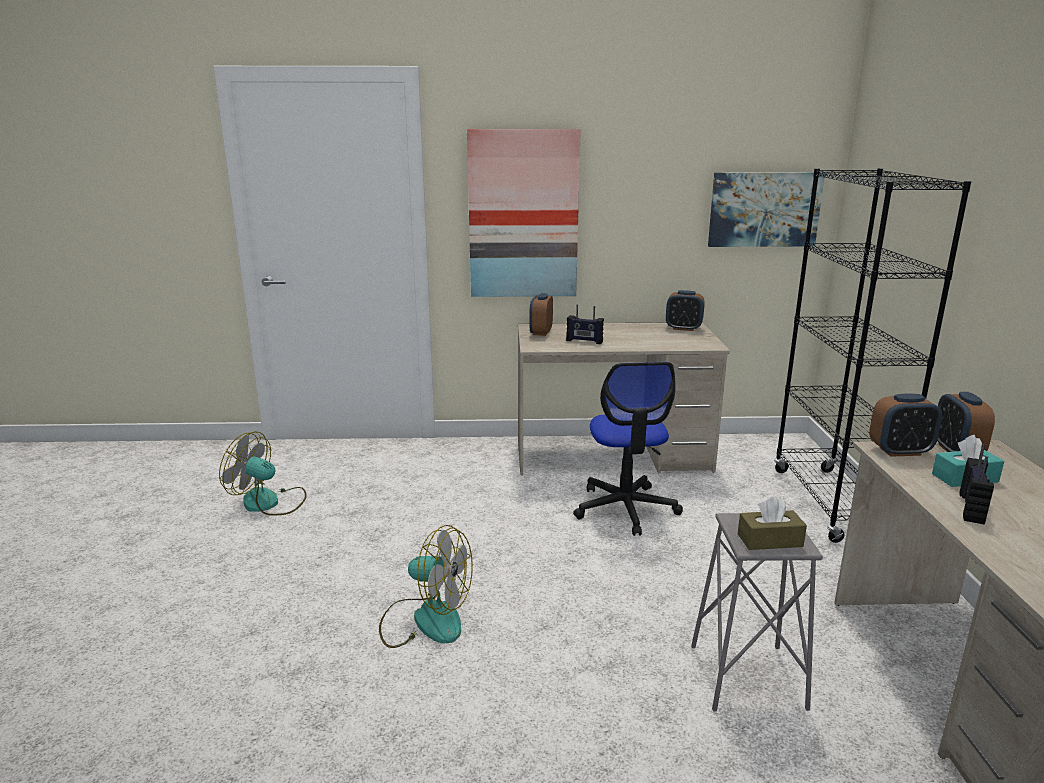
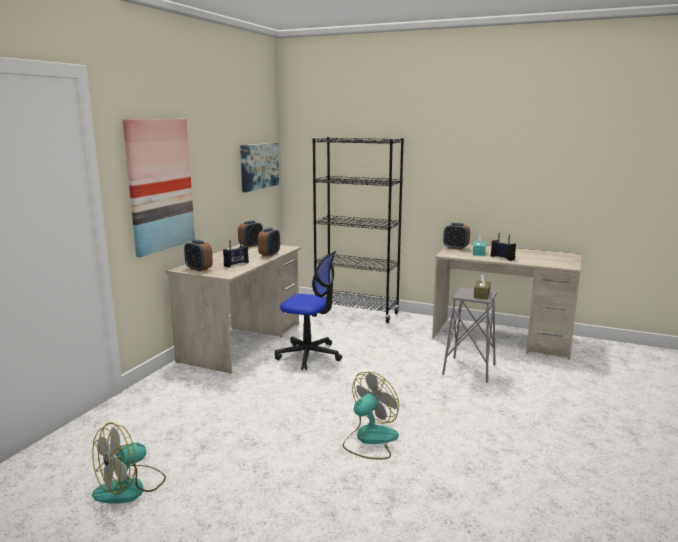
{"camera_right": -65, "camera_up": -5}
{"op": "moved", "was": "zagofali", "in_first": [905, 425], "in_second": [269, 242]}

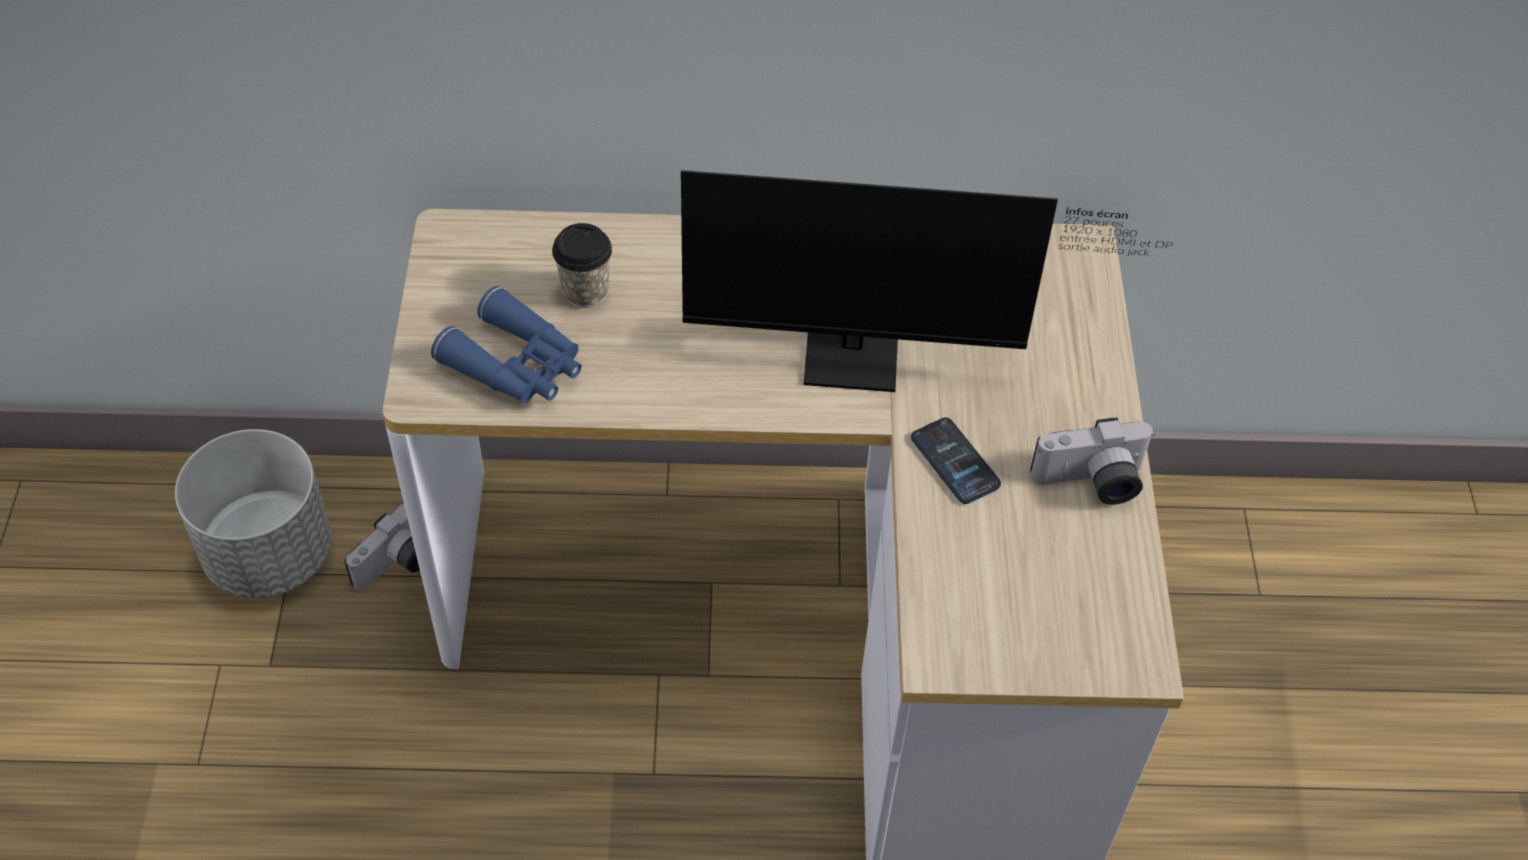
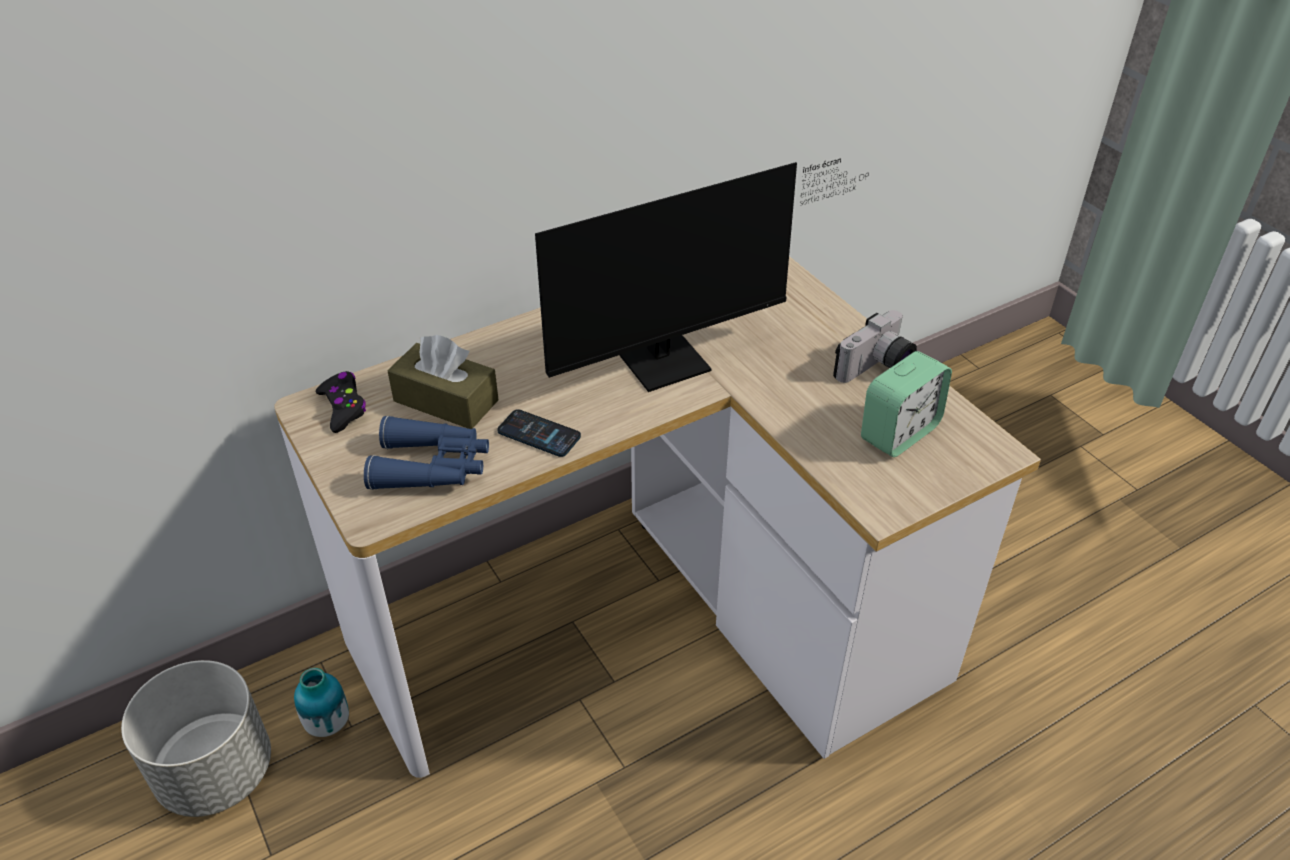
{"camera_right": -30, "camera_up": -10}
{"op": "replaced", "was": "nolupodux", "now": "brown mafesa", "in_first": [582, 265], "in_second": [442, 382]}
{"op": "moved", "was": "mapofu", "in_first": [956, 460], "in_second": [539, 433]}
{"op": "replaced", "was": "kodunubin", "now": "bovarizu", "in_first": [382, 547], "in_second": [321, 704]}
{"op": "added", "now": "zagofali", "in_second": [906, 404]}
{"op": "added", "now": "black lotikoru", "in_second": [341, 402]}

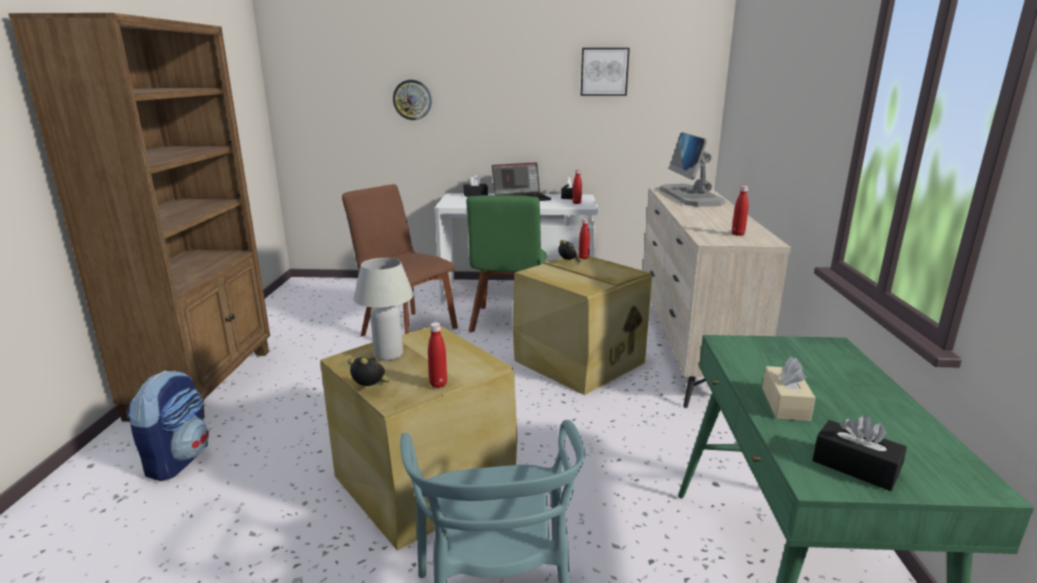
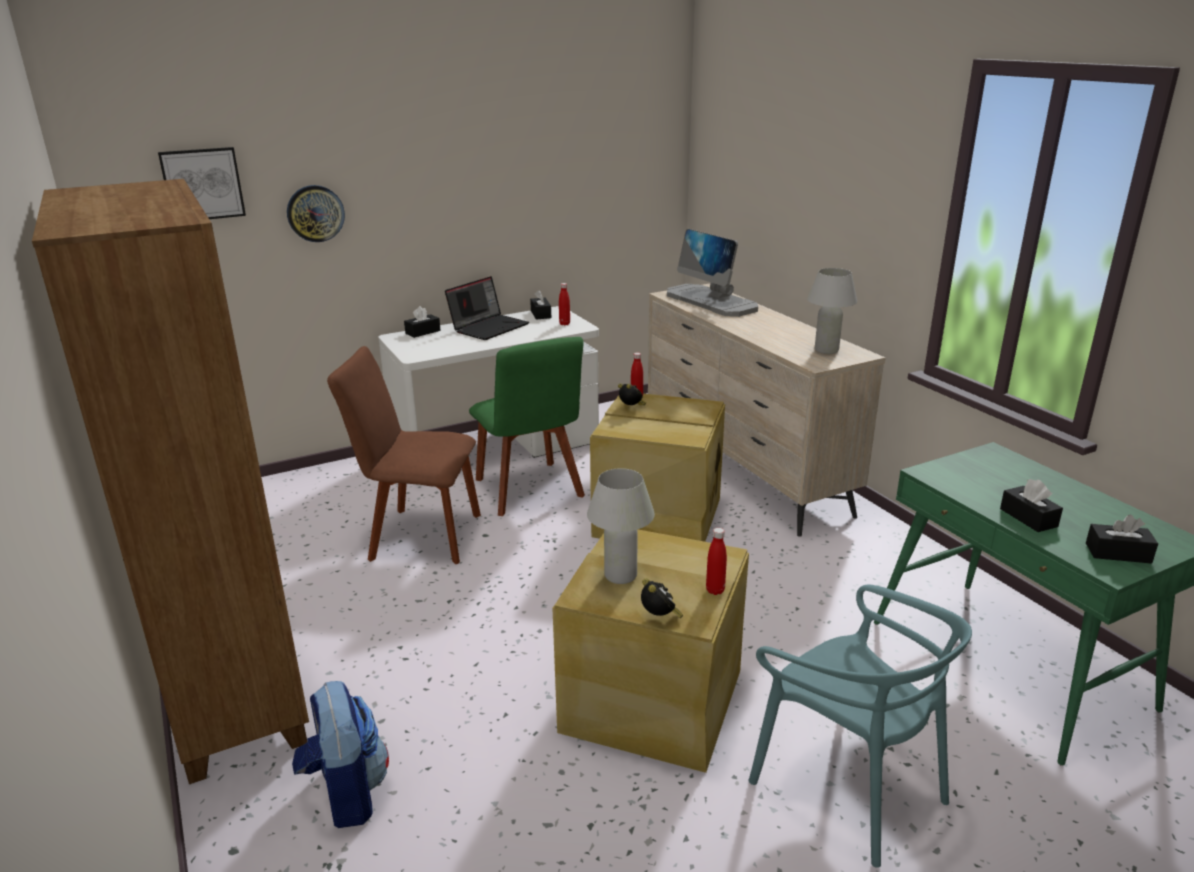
{"camera_right": -30, "camera_up": 5}
{"op": "moved", "was": "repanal", "in_first": [605, 72], "in_second": [202, 183]}
{"op": "replaced", "was": "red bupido", "now": "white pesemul", "in_first": [740, 211], "in_second": [832, 311]}
{"op": "turned", "was": "zagofali", "in_first": [369, 371], "in_second": [662, 598], "clockwise": 75}
{"op": "recoloured", "was": "beige mafesa", "now": "black mafesa", "in_first": [788, 389], "in_second": [1031, 505]}

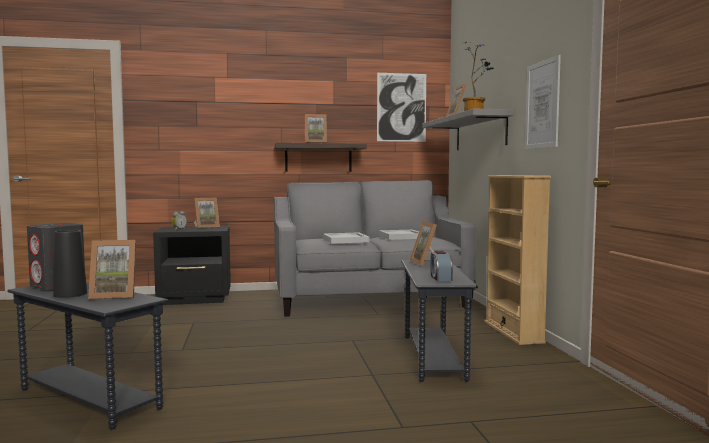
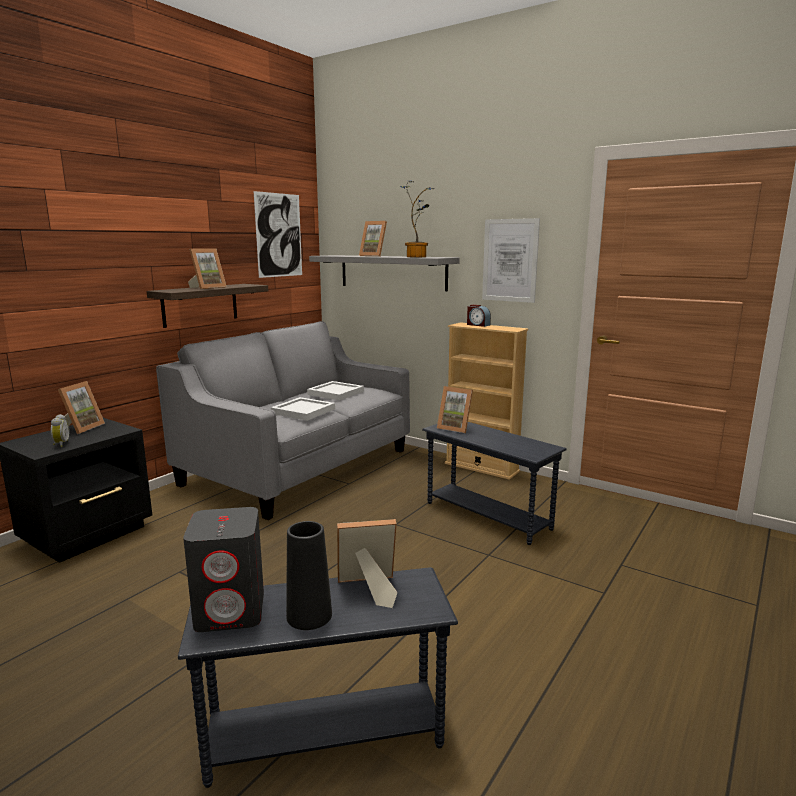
{"camera_right": -45, "camera_up": 10}
{"op": "turned", "was": "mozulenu", "in_first": [112, 269], "in_second": [367, 563], "clockwise": -135}
{"op": "moved", "was": "zagofali", "in_first": [442, 266], "in_second": [479, 316]}

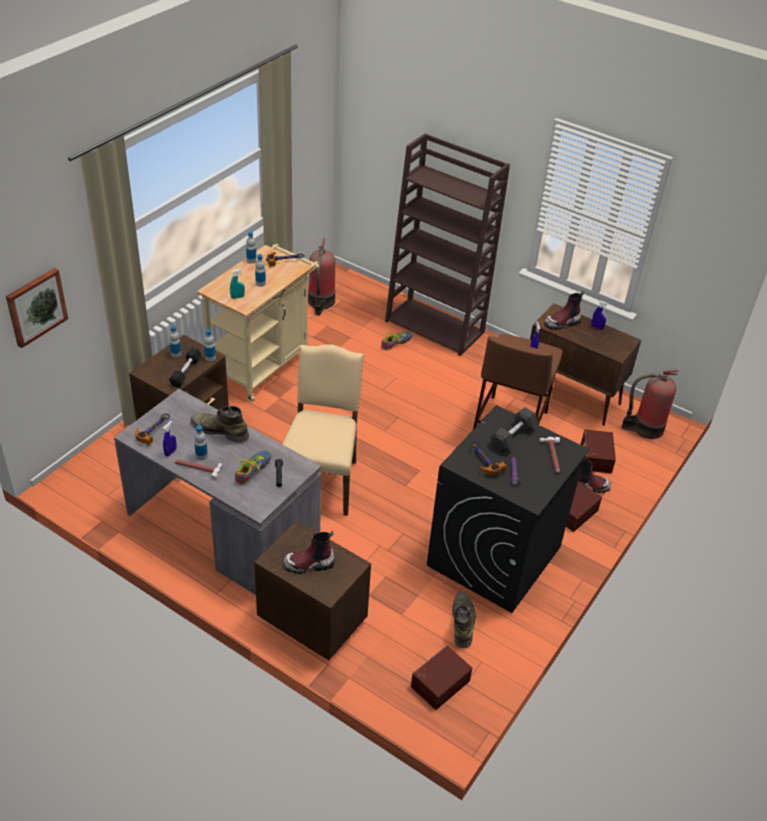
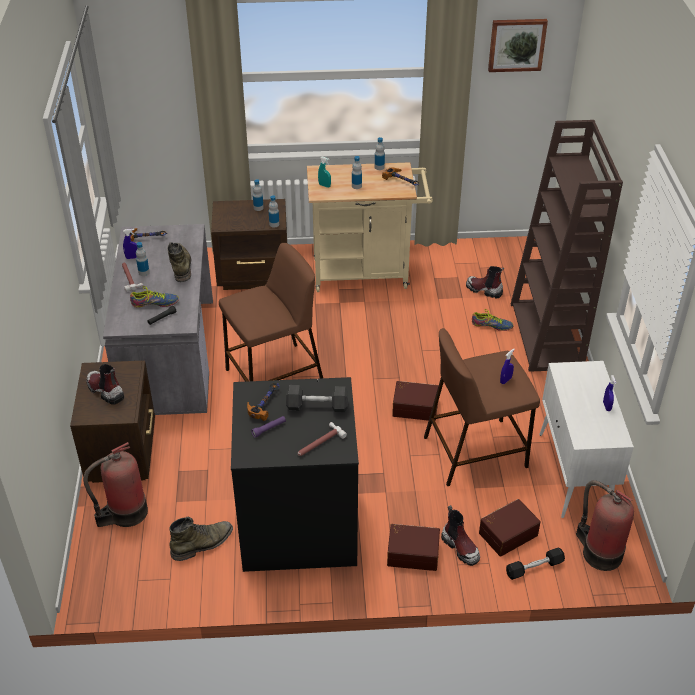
{"camera_right": 55, "camera_up": 0}
{"op": "moved", "was": "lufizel", "in_first": [321, 276], "in_second": [115, 484]}
{"op": "moved", "was": "repanal", "in_first": [37, 308], "in_second": [518, 45]}
{"op": "moved", "was": "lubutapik", "in_first": [564, 310], "in_second": [485, 282]}
{"op": "recoloured", "was": "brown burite", "now": "white burite", "in_first": [585, 364], "in_second": [586, 439]}
{"op": "replaced", "was": "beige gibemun", "now": "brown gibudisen", "in_first": [323, 430], "in_second": [271, 312]}
{"op": "moved", "was": "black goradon", "in_first": [185, 367], "in_second": [535, 564]}
{"op": "moved", "was": "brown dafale", "in_first": [441, 678], "in_second": [415, 401]}

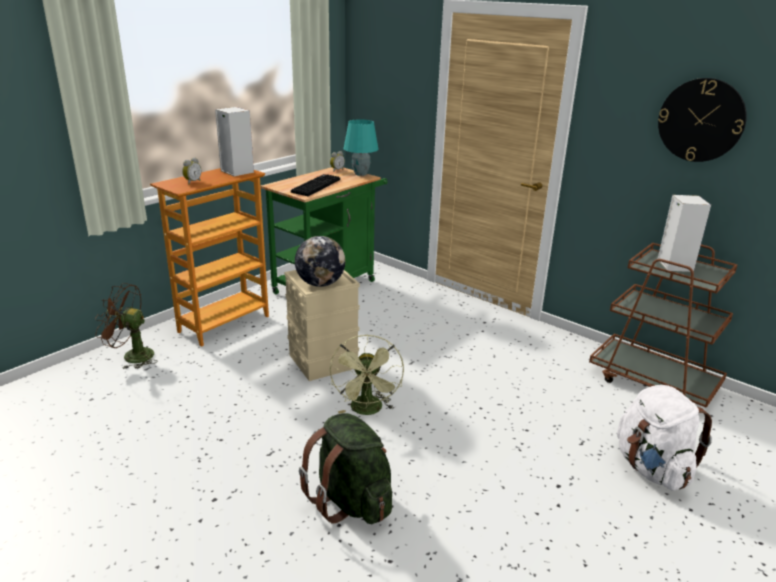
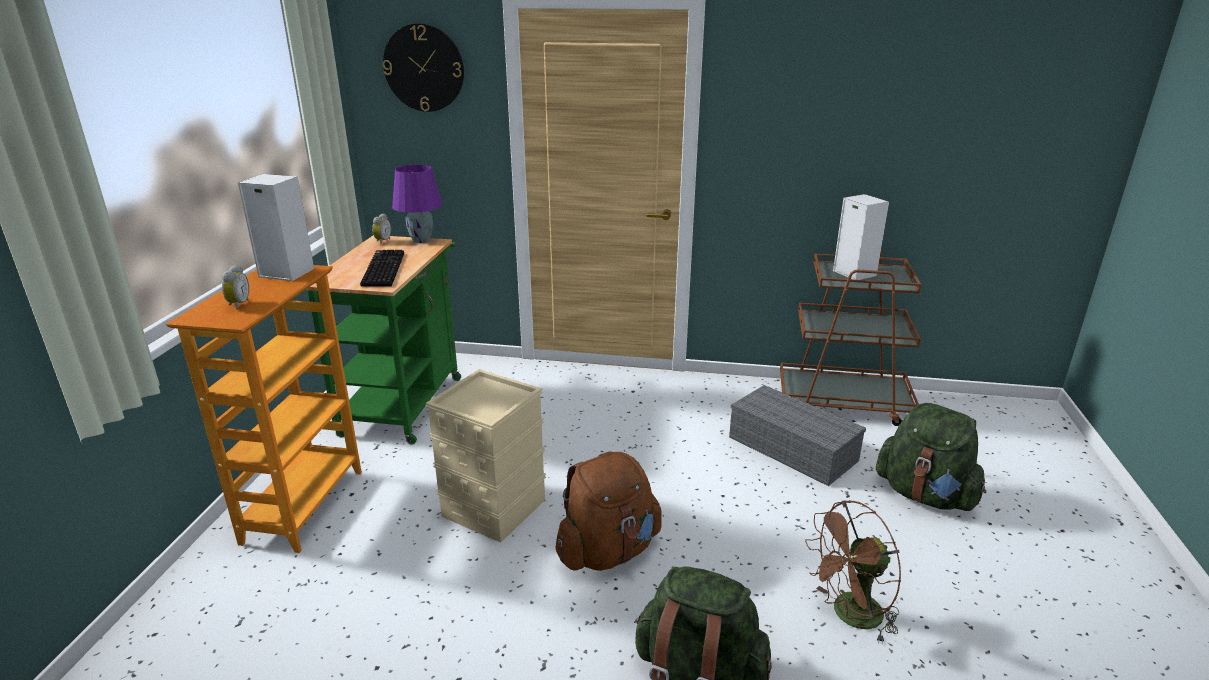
{"camera_right": -30, "camera_up": 0}
{"op": "moved", "was": "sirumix", "in_first": [702, 120], "in_second": [423, 67]}
{"op": "recoloured", "was": "turquoise pesemul", "now": "purple pesemul", "in_first": [361, 147], "in_second": [417, 204]}
{"op": "removed", "was": "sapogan", "in_first": [320, 261]}
{"op": "moved", "was": "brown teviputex", "in_first": [126, 326], "in_second": [853, 572]}
{"op": "replaced", "was": "green teviputex", "now": "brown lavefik", "in_first": [367, 374], "in_second": [608, 511]}
{"op": "recoloured", "was": "white lavefik", "now": "green lavefik", "in_first": [664, 438], "in_second": [931, 457]}
{"op": "added", "now": "grey dafale", "in_second": [797, 435]}

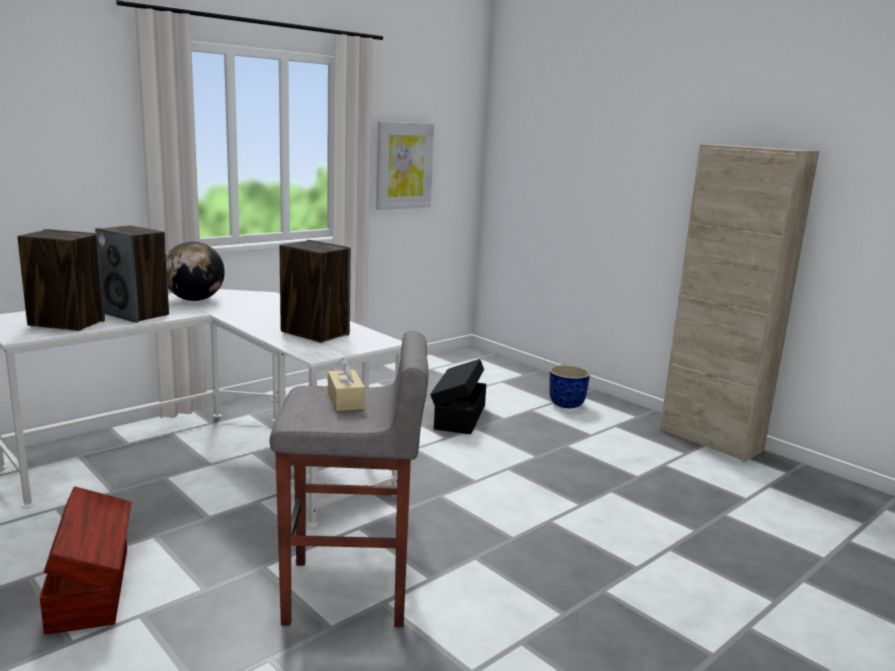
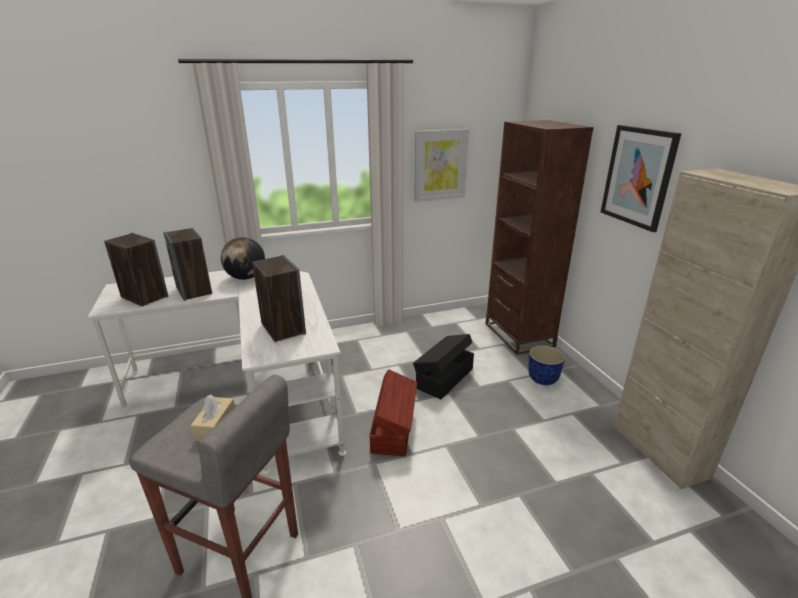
{"camera_right": 25, "camera_up": 10}
{"op": "moved", "was": "brown dafale", "in_first": [85, 560], "in_second": [393, 412]}
{"op": "added", "now": "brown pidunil", "in_second": [540, 237]}
{"op": "added", "now": "repanal", "in_second": [641, 178]}

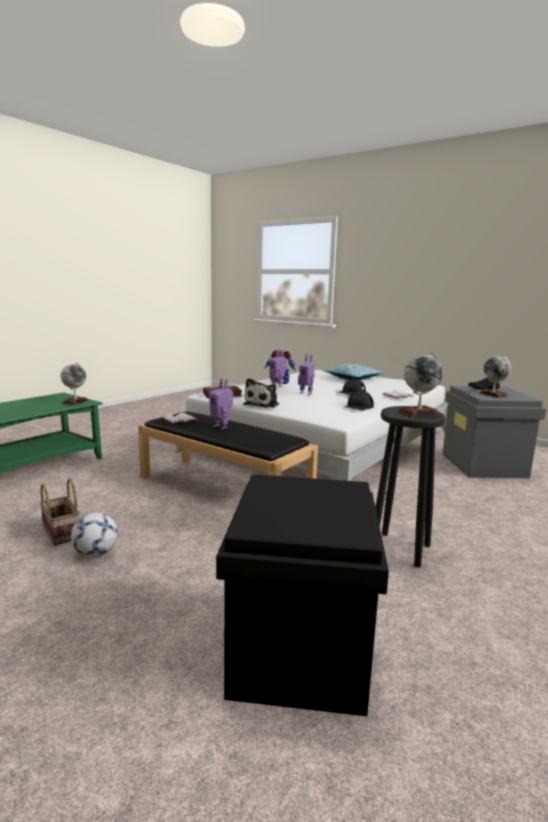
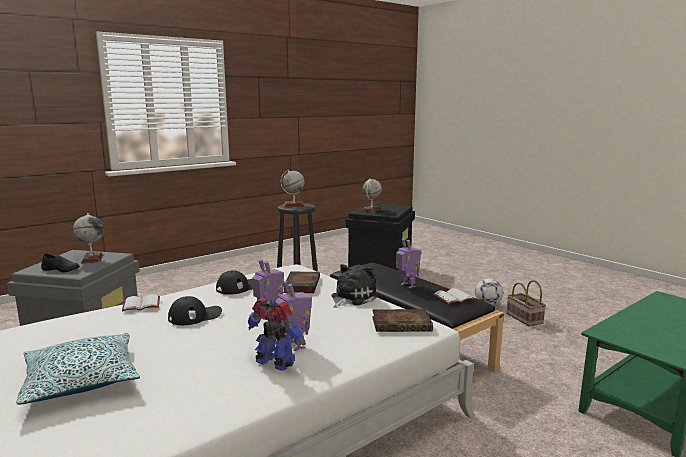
{"camera_right": -165, "camera_up": 0}
{"op": "moved", "was": "sapogan", "in_first": [75, 383], "in_second": [372, 195]}
{"op": "added", "now": "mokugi", "in_second": [301, 282]}

